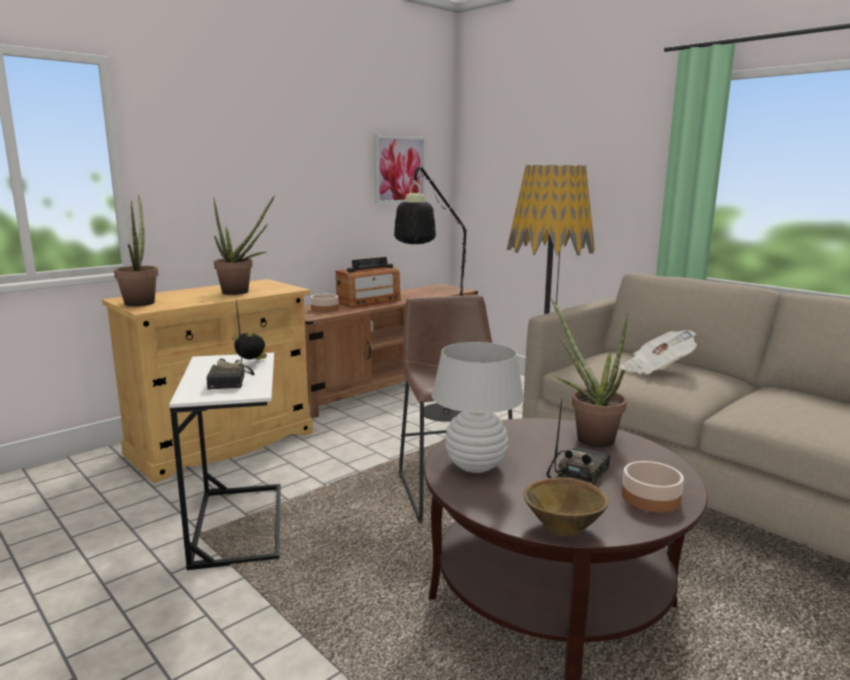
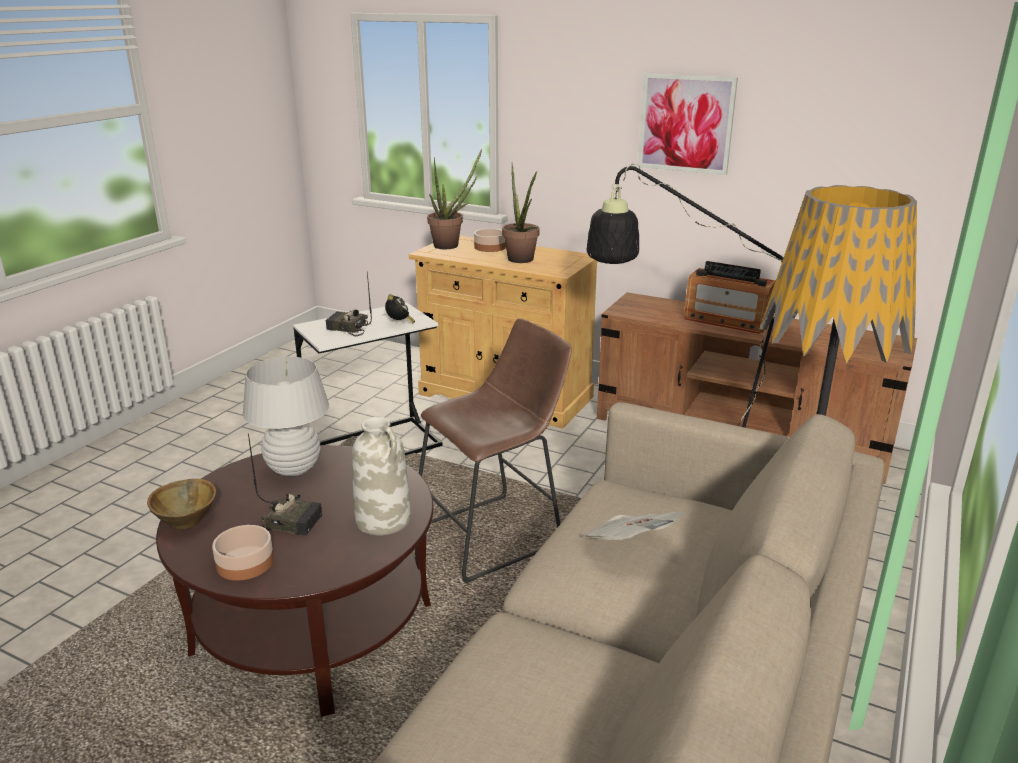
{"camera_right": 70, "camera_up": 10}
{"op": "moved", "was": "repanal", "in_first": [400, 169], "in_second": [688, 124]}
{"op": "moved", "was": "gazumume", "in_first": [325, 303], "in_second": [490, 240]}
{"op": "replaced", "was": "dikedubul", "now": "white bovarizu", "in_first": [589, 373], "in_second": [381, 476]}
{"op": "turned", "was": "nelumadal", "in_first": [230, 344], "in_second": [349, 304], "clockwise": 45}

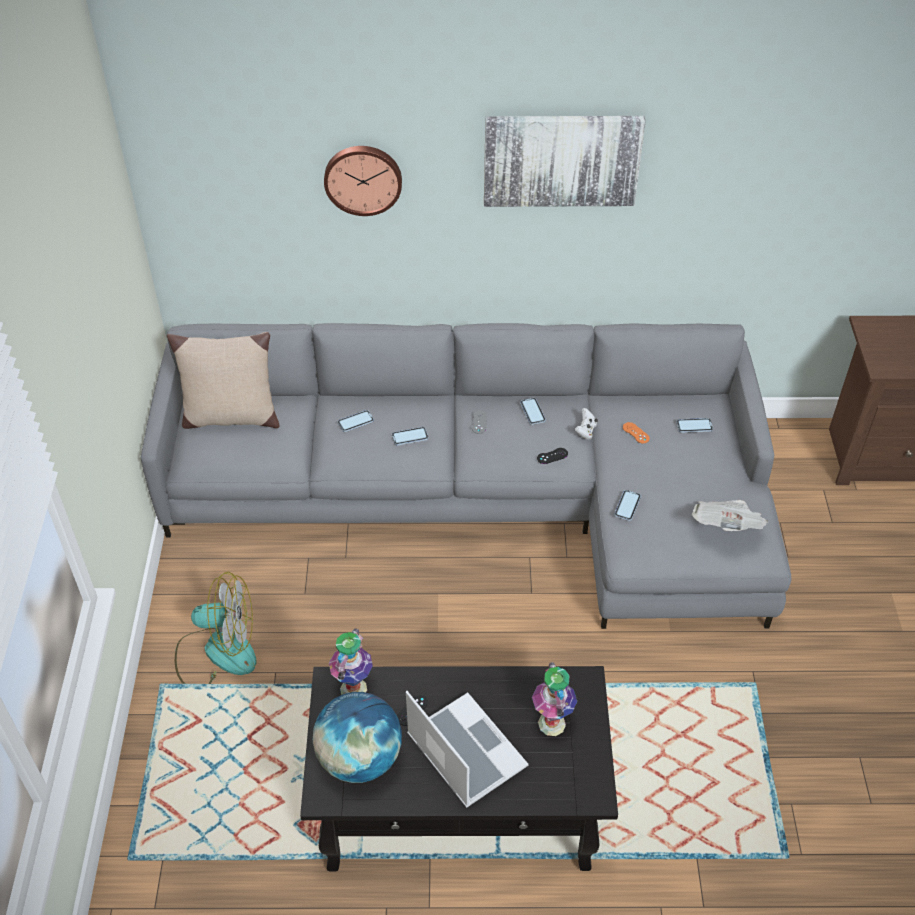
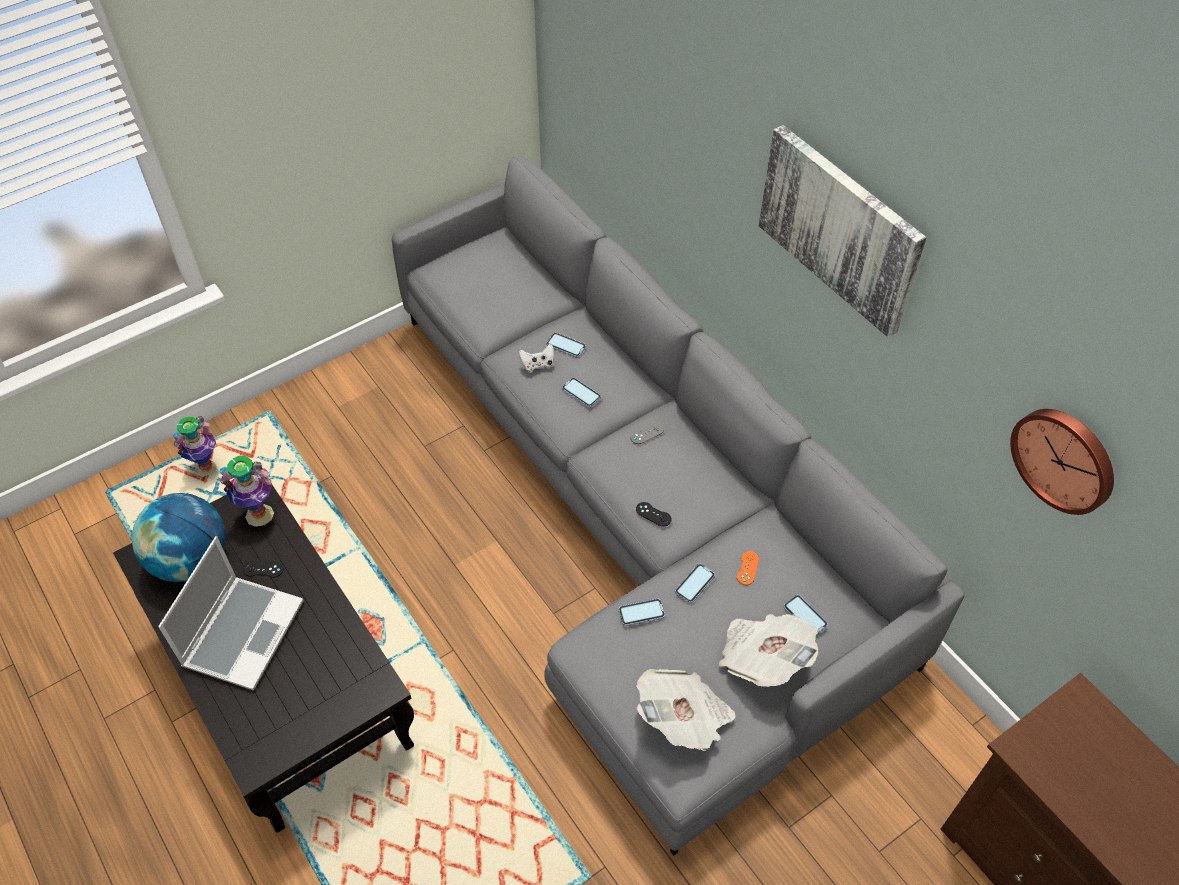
{"camera_right": 55, "camera_up": 5}
{"op": "moved", "was": "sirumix", "in_first": [363, 181], "in_second": [1062, 462]}
{"op": "removed", "was": "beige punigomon", "in_first": [223, 380]}
{"op": "moved", "was": "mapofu", "in_first": [533, 411], "in_second": [695, 583]}
{"op": "moved", "was": "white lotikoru", "in_first": [586, 424], "in_second": [536, 357]}
{"op": "removed", "was": "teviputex", "in_first": [216, 628]}
{"op": "moved", "was": "bovarizu", "in_first": [554, 699], "in_second": [195, 446]}
{"op": "added", "now": "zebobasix", "in_second": [768, 650]}

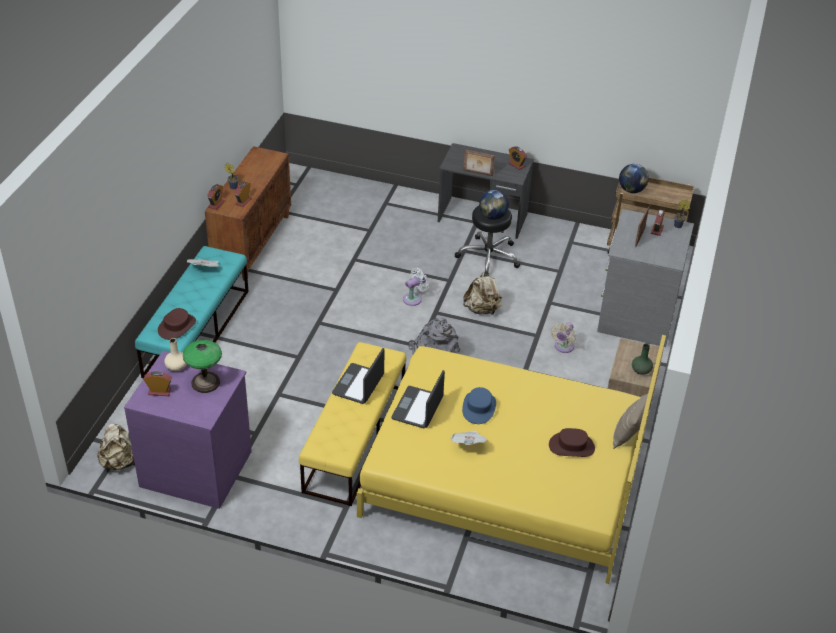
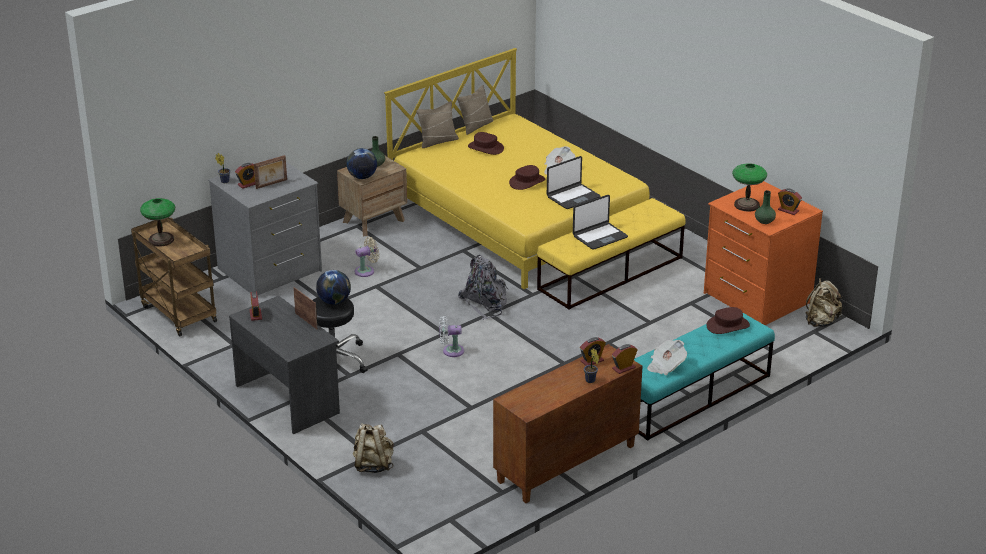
{"camera_right": -145, "camera_up": -10}
{"op": "moved", "was": "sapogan", "in_first": [634, 178], "in_second": [362, 163]}
{"op": "moved", "was": "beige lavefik", "in_first": [482, 293], "in_second": [373, 448]}
{"op": "recoloured", "was": "beige bovarizu", "now": "green bovarizu", "in_first": [175, 354], "in_second": [765, 207]}
{"op": "recoloured", "was": "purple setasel", "now": "orange setasel", "in_first": [188, 430], "in_second": [763, 253]}
{"op": "recoloured", "was": "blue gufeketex", "now": "brown gufeketex", "in_first": [479, 405], "in_second": [527, 177]}
{"op": "added", "now": "beige punigomon", "in_second": [475, 110]}
{"op": "added", "now": "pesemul", "in_second": [157, 222]}

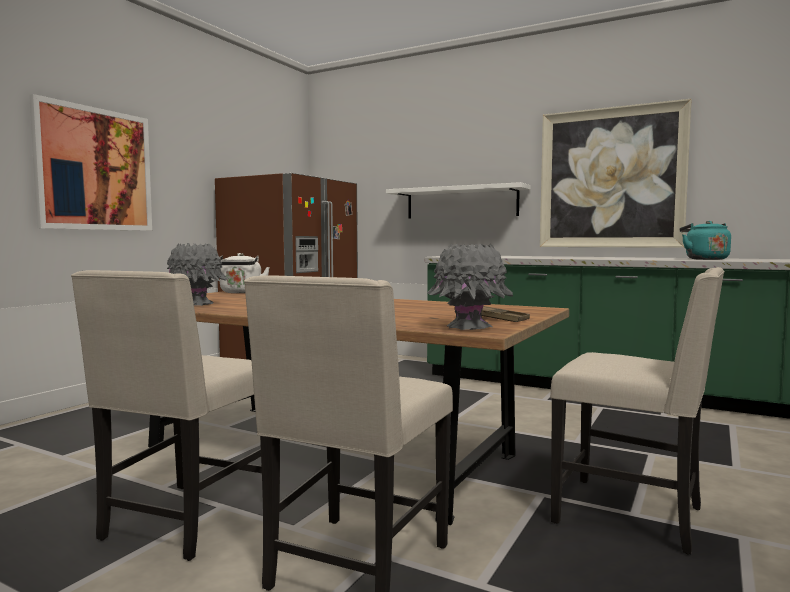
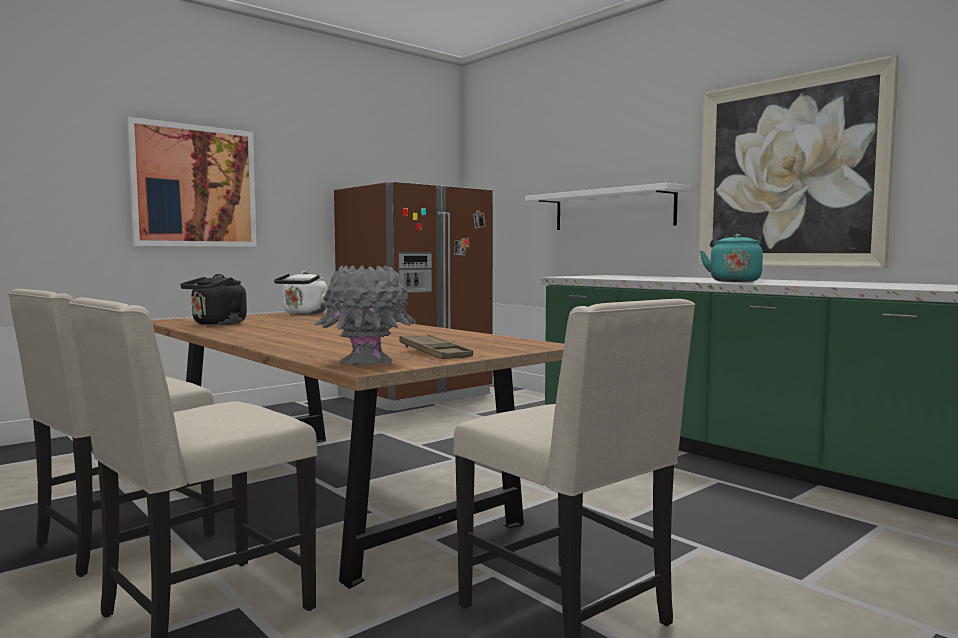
{"camera_right": 20, "camera_up": 0}
{"op": "moved", "was": "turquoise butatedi", "in_first": [705, 240], "in_second": [731, 258]}
{"op": "replaced", "was": "grey bovarizu", "now": "black butatedi", "in_first": [197, 274], "in_second": [213, 299]}

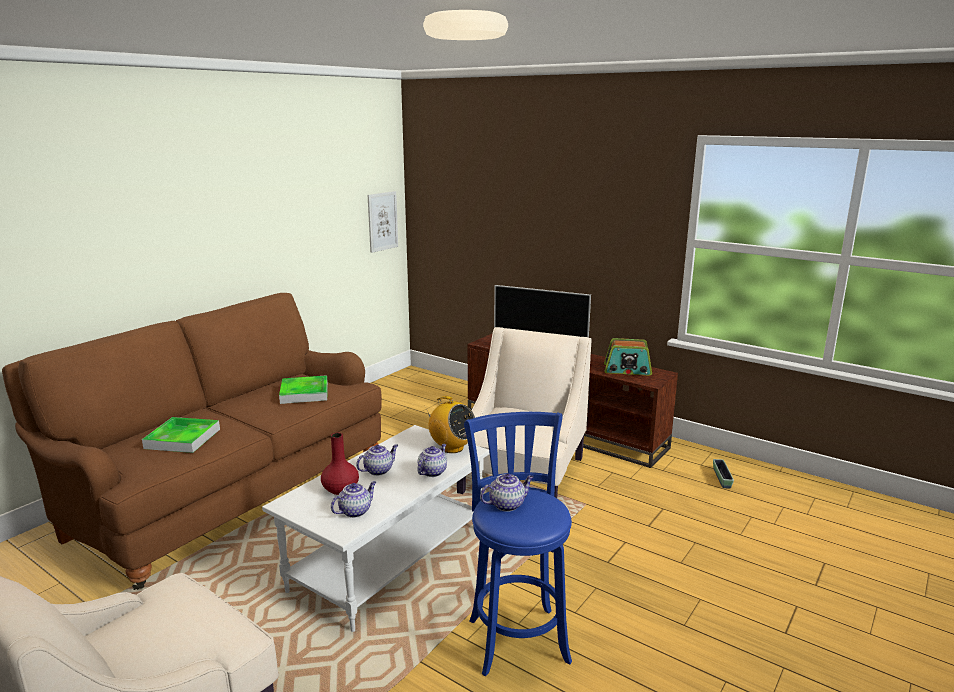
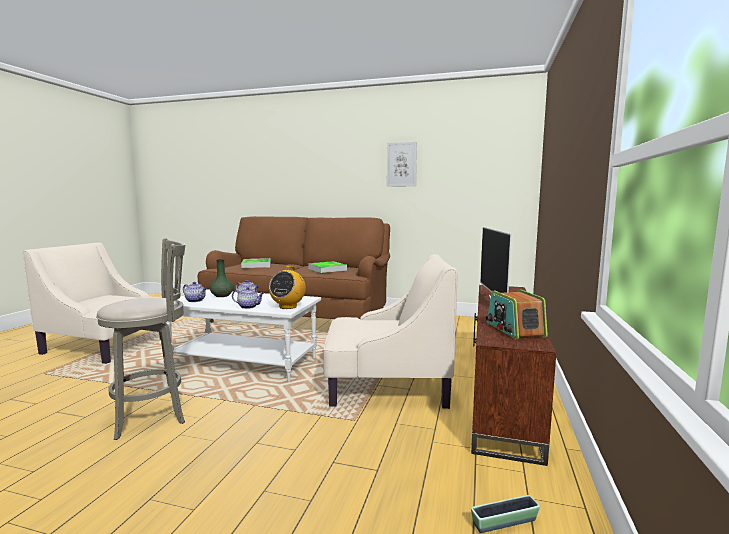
{"camera_right": 70, "camera_up": -10}
{"op": "moved", "was": "repanal", "in_first": [383, 222], "in_second": [402, 164]}
{"op": "recoloured", "was": "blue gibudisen", "now": "grey gibudisen", "in_first": [518, 544], "in_second": [140, 339]}
{"op": "recoloured", "was": "red bovarizu", "now": "green bovarizu", "in_first": [340, 464], "in_second": [222, 278]}
{"op": "removed", "was": "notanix", "in_first": [507, 493]}

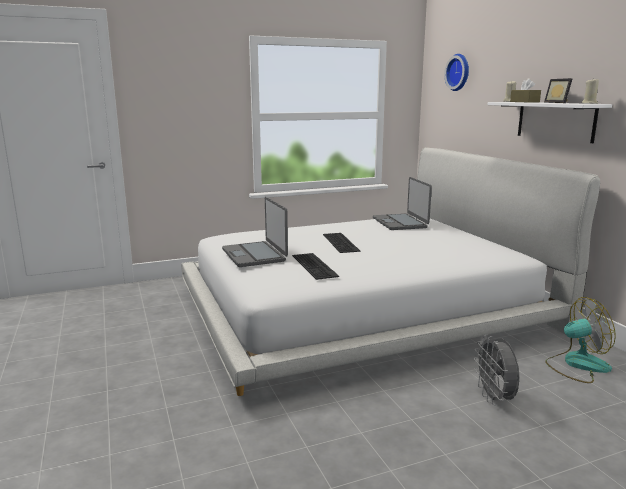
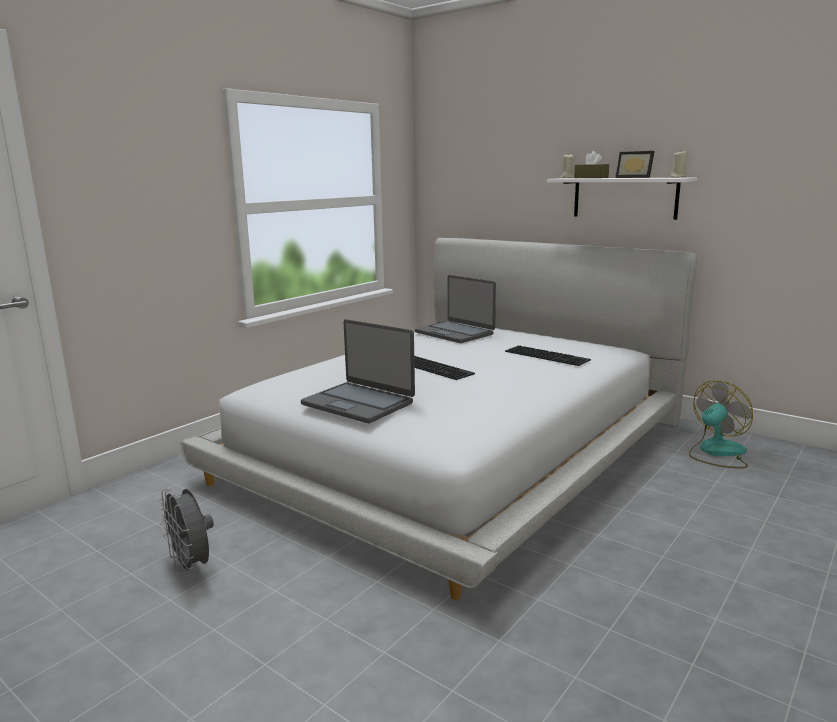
{"camera_right": -30, "camera_up": 0}
{"op": "removed", "was": "sirumix", "in_first": [456, 72]}
{"op": "moved", "was": "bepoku", "in_first": [315, 266], "in_second": [548, 356]}
{"op": "moved", "was": "grey teviputex", "in_first": [496, 370], "in_second": [186, 533]}

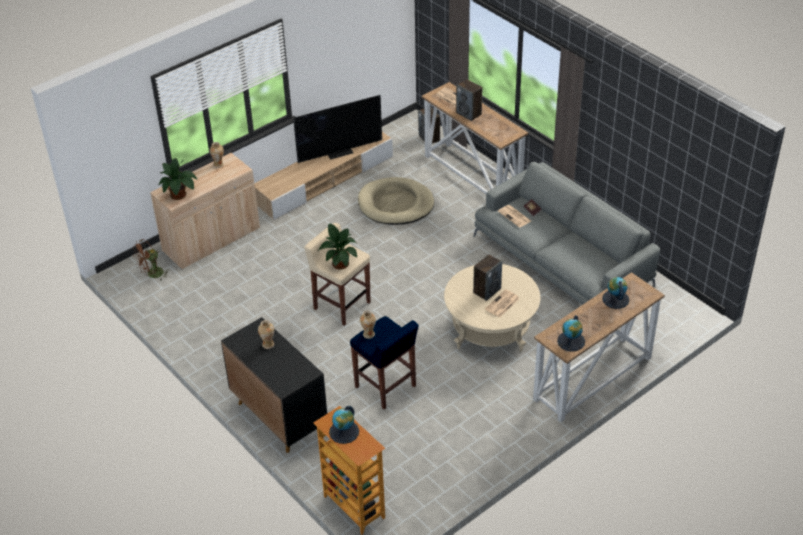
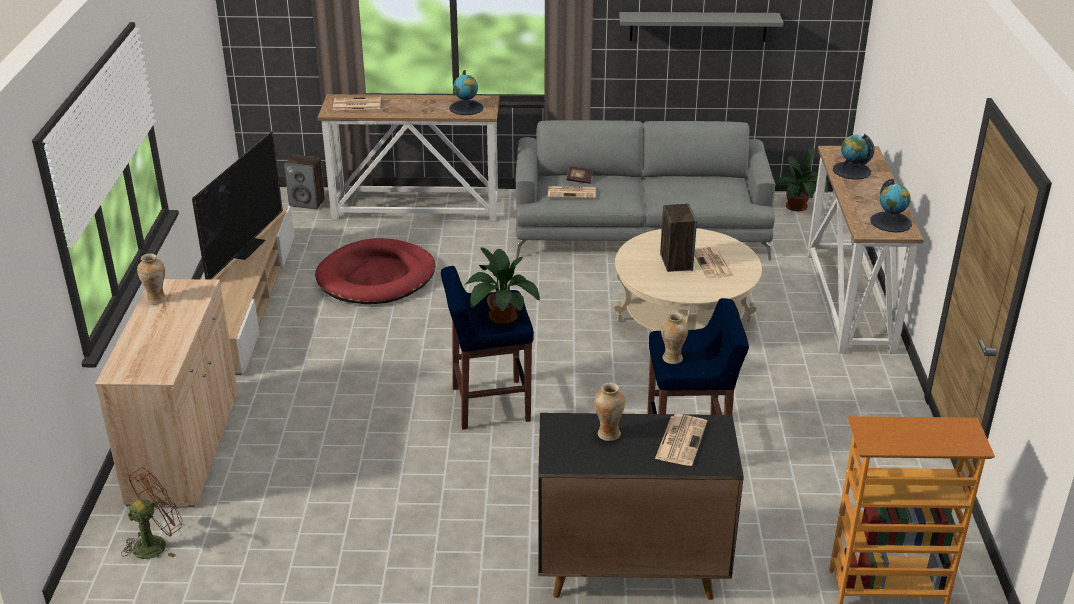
{"camera_right": -50, "camera_up": -10}
{"op": "removed", "was": "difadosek", "in_first": [469, 100]}
{"op": "moved", "was": "dikedubul", "in_first": [178, 179], "in_second": [801, 179]}
{"op": "recoloured", "was": "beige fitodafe", "now": "red fitodafe", "in_first": [396, 201], "in_second": [375, 271]}
{"op": "recoloured", "was": "beige gibudisen", "now": "blue gibudisen", "in_first": [337, 274], "in_second": [487, 348]}
{"op": "turned", "was": "brown teviputex", "in_first": [150, 259], "in_second": [151, 513], "clockwise": -135}
{"op": "moved", "was": "sapogan", "in_first": [344, 425], "in_second": [466, 92]}
{"op": "added", "now": "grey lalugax", "in_second": [701, 27]}
{"op": "added", "now": "zebobasix", "in_second": [681, 440]}

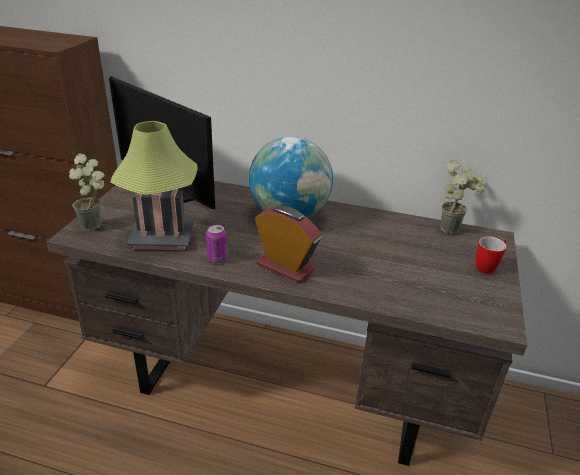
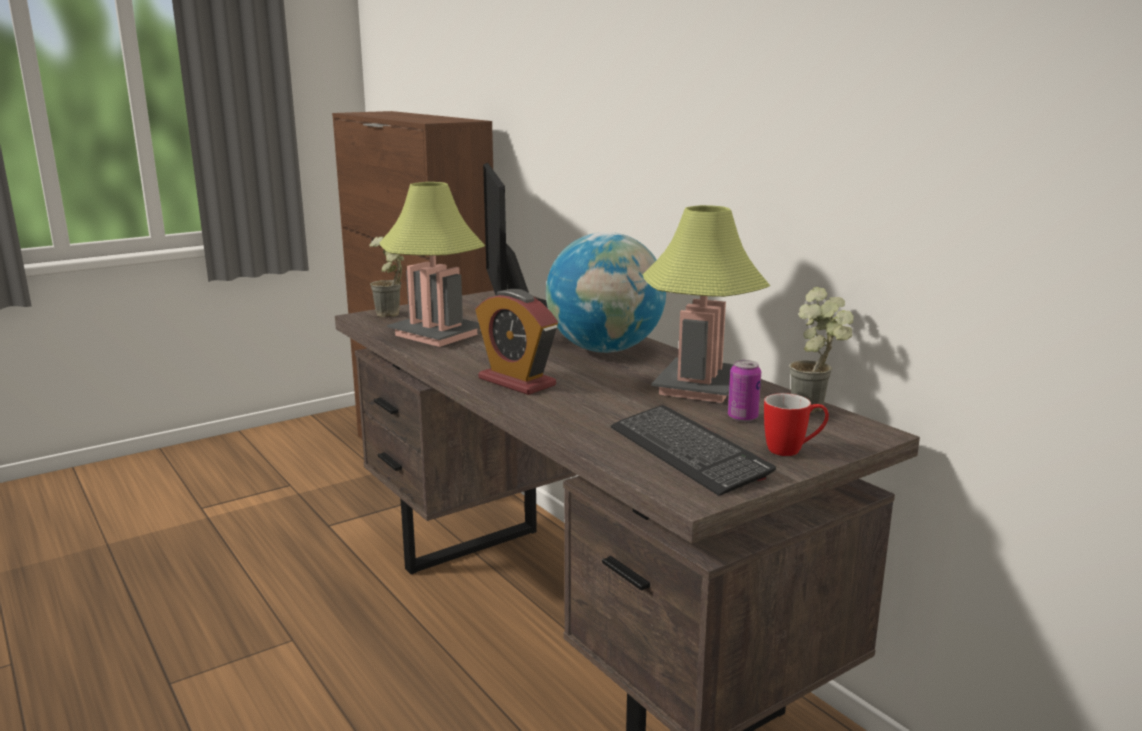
{"camera_right": 40, "camera_up": -15}
{"op": "turned", "was": "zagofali", "in_first": [288, 244], "in_second": [516, 342], "clockwise": 150}
{"op": "moved", "was": "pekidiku", "in_first": [216, 244], "in_second": [744, 391]}
{"op": "added", "now": "pesemul", "in_second": [706, 304]}
{"op": "added", "now": "bepoku", "in_second": [693, 450]}

